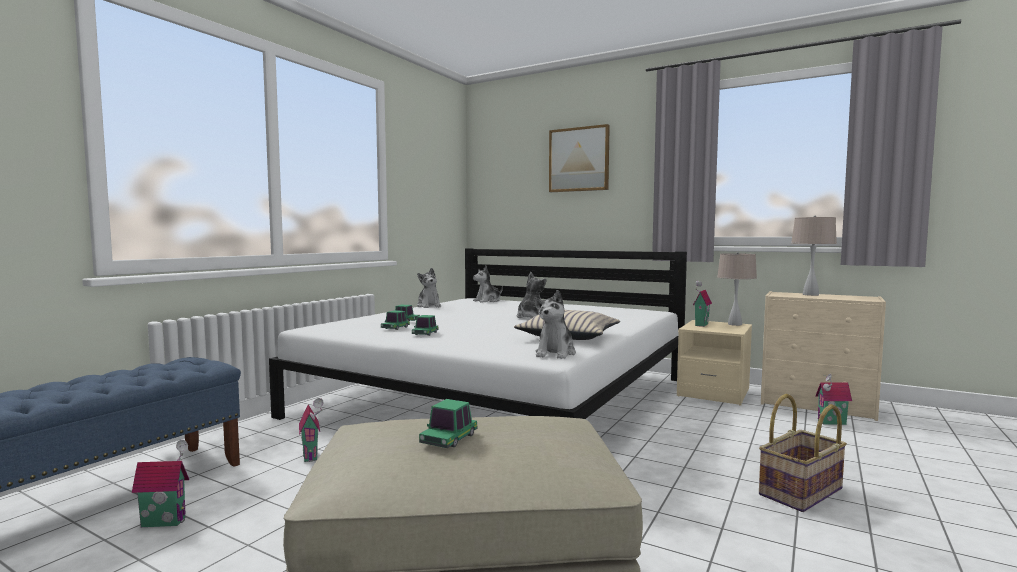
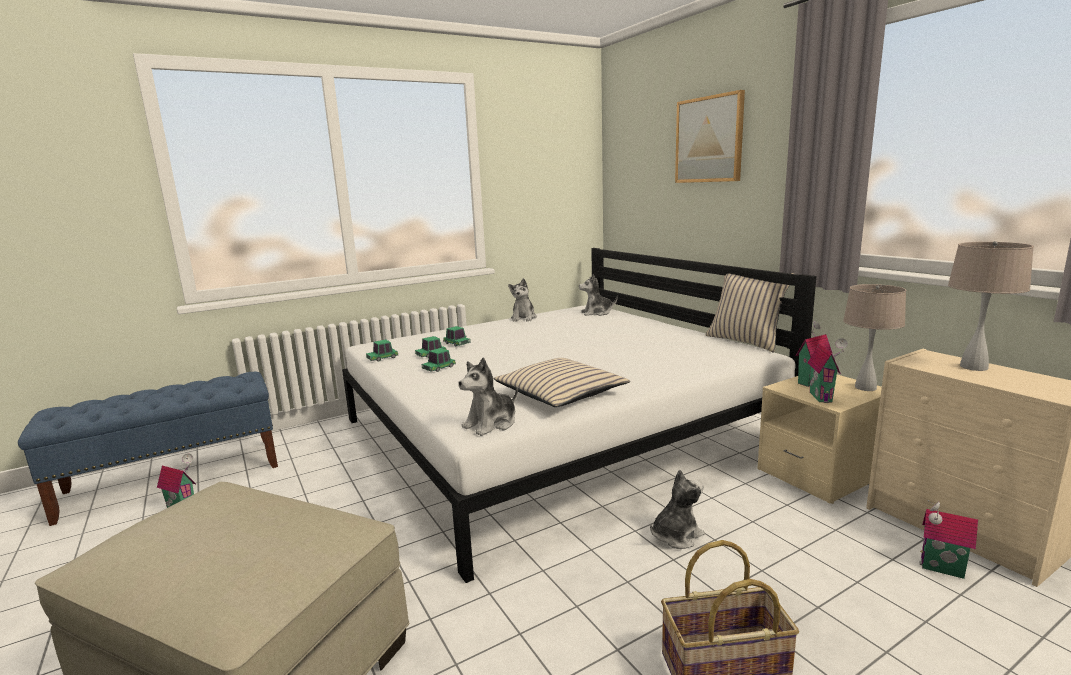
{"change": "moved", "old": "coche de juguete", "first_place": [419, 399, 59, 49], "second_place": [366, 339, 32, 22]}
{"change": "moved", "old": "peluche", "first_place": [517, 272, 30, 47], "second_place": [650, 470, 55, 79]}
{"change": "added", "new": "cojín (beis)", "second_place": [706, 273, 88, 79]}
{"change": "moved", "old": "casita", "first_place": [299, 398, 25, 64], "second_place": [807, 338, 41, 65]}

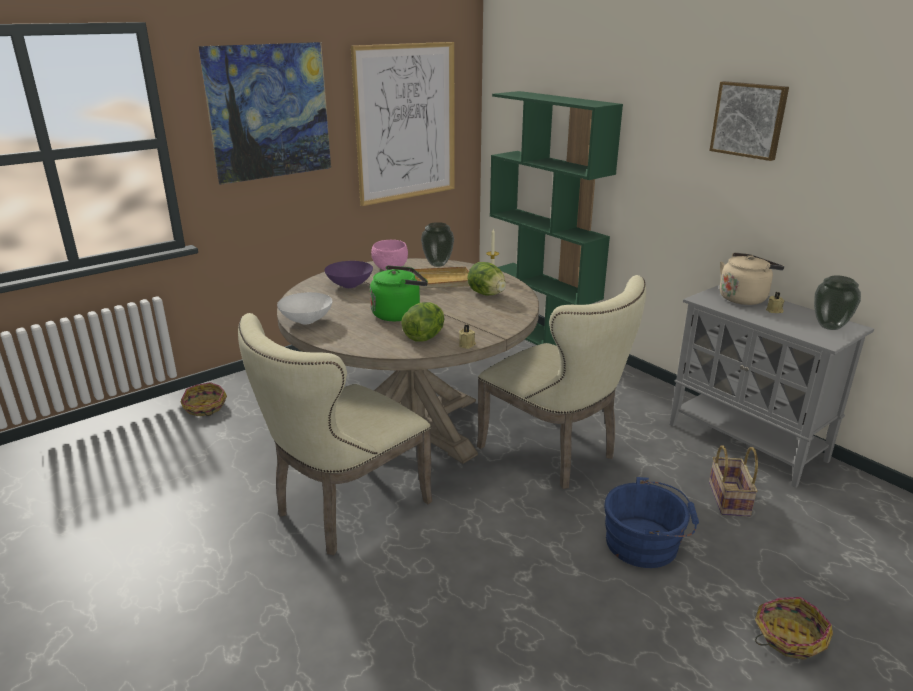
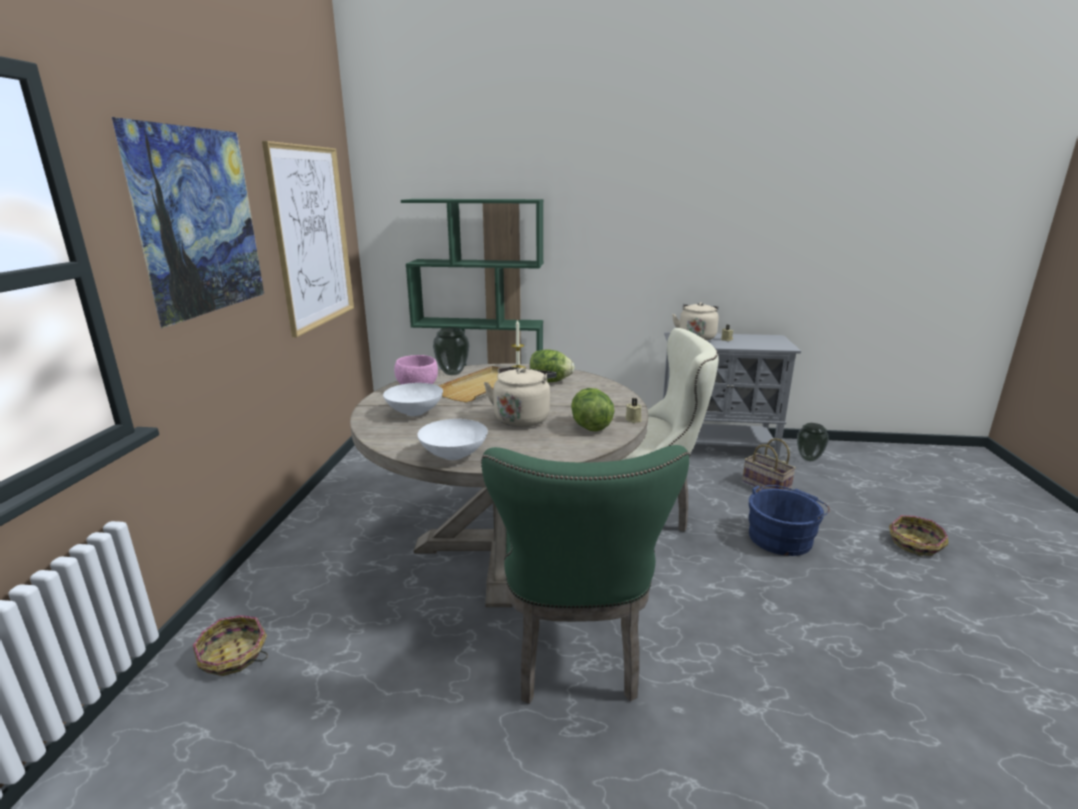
{"change": "recoloured", "old": "cuenco (morado)", "new": "cuenco (blanco)", "first_place": [324, 261, 49, 27], "second_place": [383, 383, 60, 33]}
{"change": "recoloured", "old": "silla (beis)", "new": "silla (verde)", "first_place": [238, 313, 194, 242], "second_place": [481, 445, 208, 259]}
{"change": "recoloured", "old": "hervidor (verde)", "new": "hervidor (beis)", "first_place": [370, 265, 58, 56], "second_place": [484, 367, 73, 60]}
{"change": "moved", "old": "florero", "first_place": [814, 275, 47, 55], "second_place": [797, 423, 32, 38]}
{"change": "removed", "old": "cuadro", "first_place": [709, 81, 80, 80]}

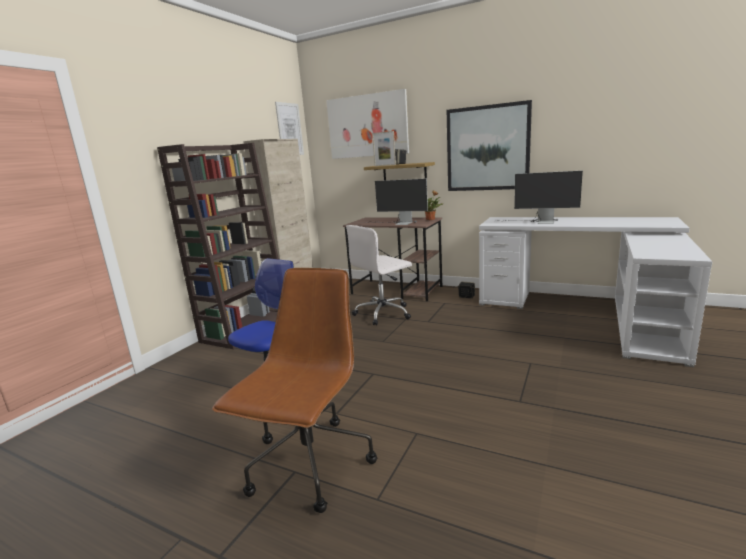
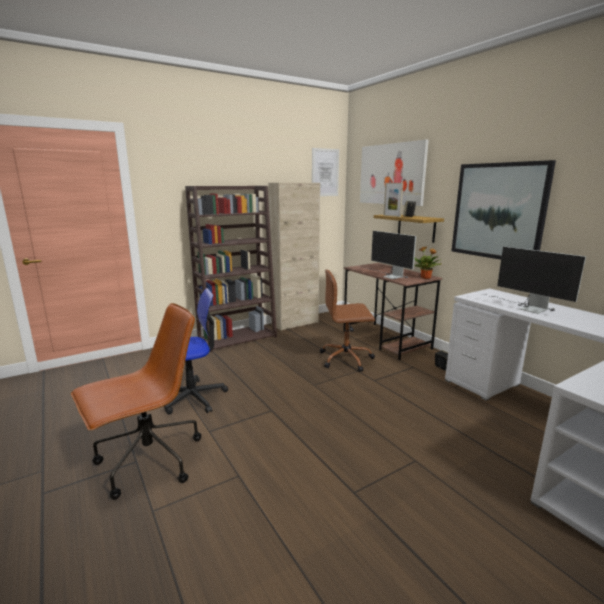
{"change": "recoloured", "old": "silla de oficina (blanco)", "new": "silla de oficina (marrón)", "first_place": [346, 225, 66, 100], "second_place": [320, 270, 55, 102]}

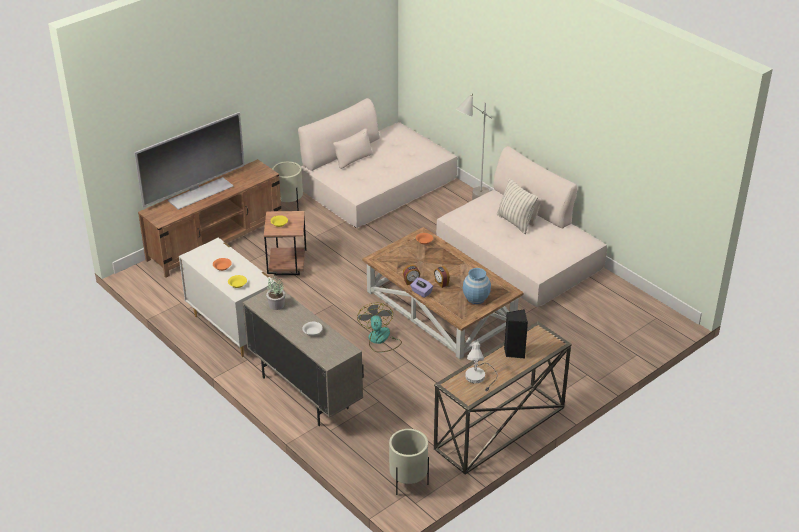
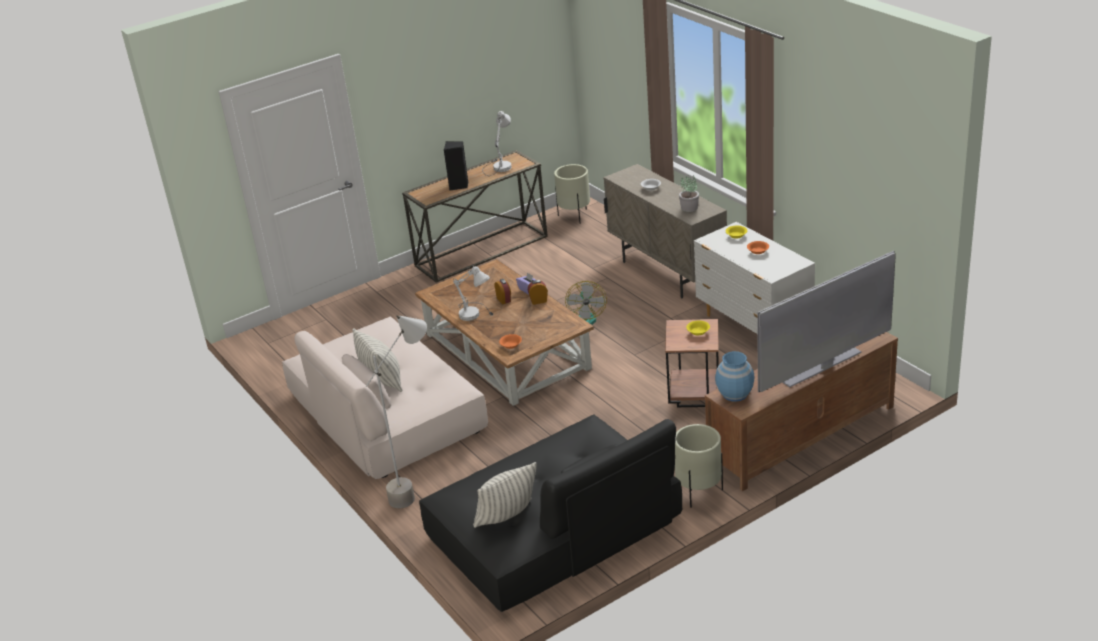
{"change": "recoloured", "old": "sofá (beis)", "new": "sofá (negro)", "first_place": [298, 98, 159, 130], "second_place": [419, 414, 263, 198]}
{"change": "added", "new": "lámpara de mesa (blanco)", "second_place": [453, 265, 41, 56]}
{"change": "added", "new": "cojín", "second_place": [473, 462, 64, 66]}
{"change": "moved", "old": "florero (azul)", "first_place": [463, 268, 28, 36], "second_place": [715, 351, 39, 51]}

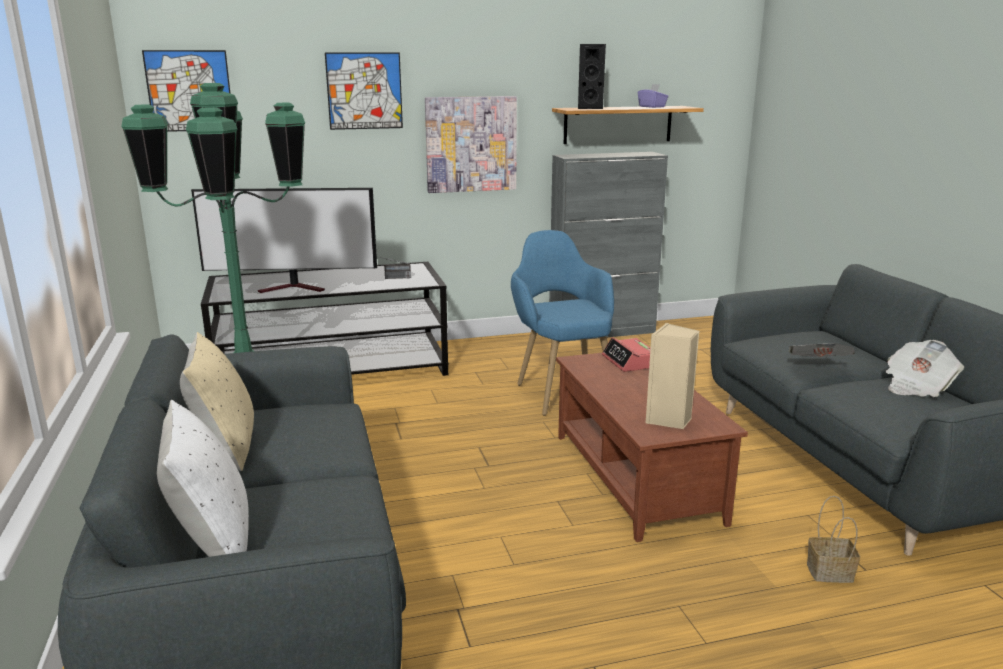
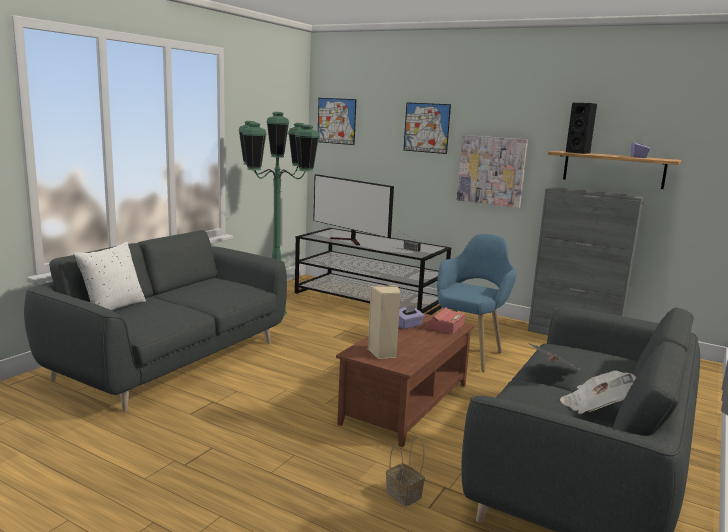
{"change": "added", "new": "caja de pañuelos (morado)", "second_place": [398, 305, 27, 24]}
{"change": "removed", "old": "cojín (beis)", "first_place": [180, 332, 74, 139]}

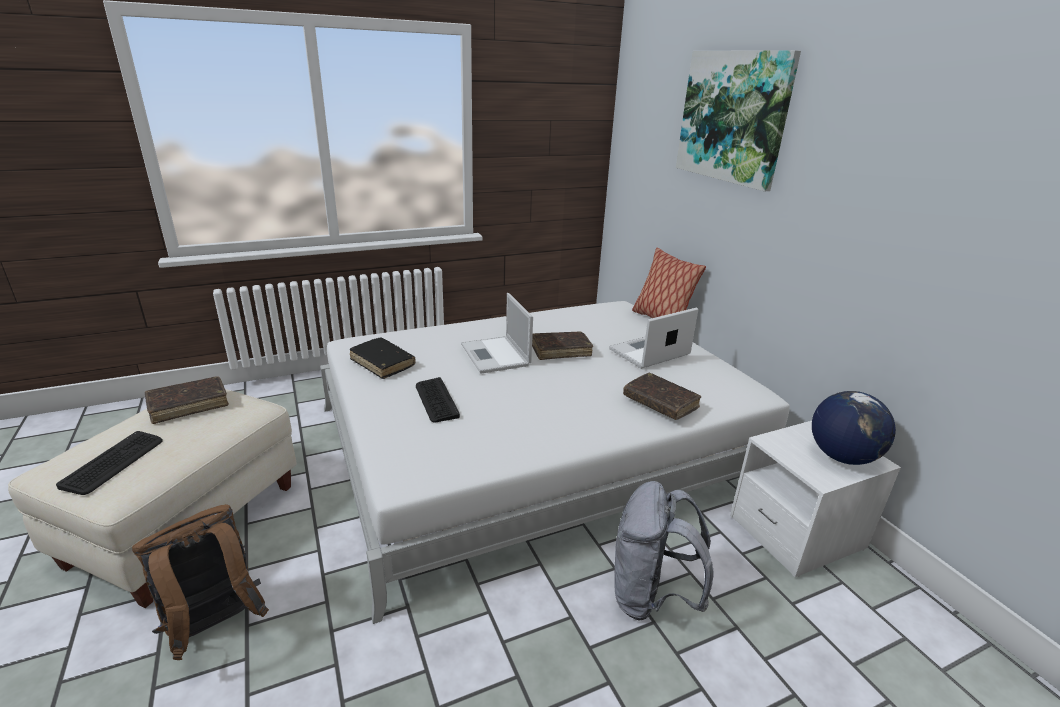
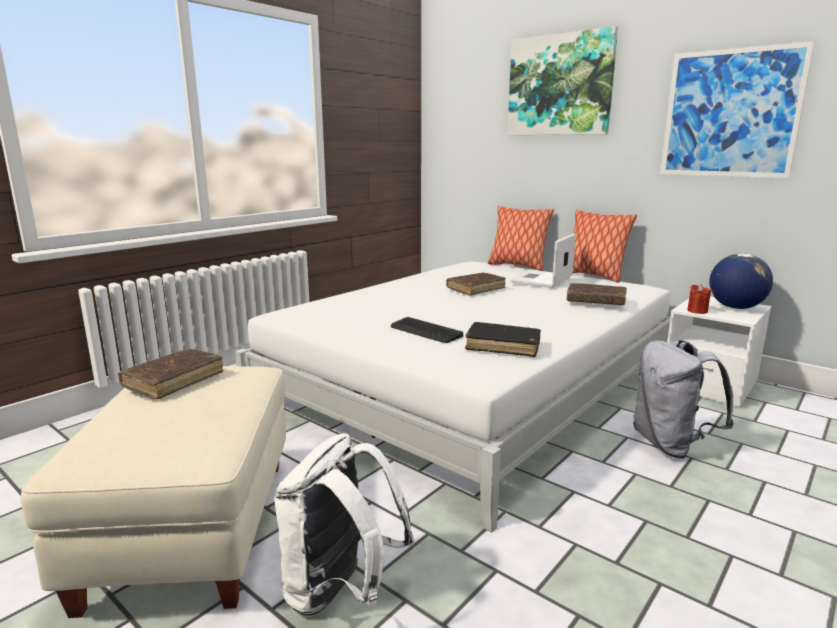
{"change": "recoloured", "old": "mochila (marrón)", "new": "mochila (blanco)", "first_place": [132, 504, 137, 156], "second_place": [274, 433, 140, 183]}
{"change": "moved", "old": "libro (negro)", "first_place": [350, 338, 66, 41], "second_place": [465, 322, 76, 35]}
{"change": "added", "new": "cojín", "second_place": [573, 210, 64, 73]}
{"change": "added", "new": "cuadro", "second_place": [661, 41, 154, 137]}
{"change": "added", "new": "vela (rojo)", "second_place": [687, 284, 24, 30]}
{"change": "removed", "old": "teclado", "first_place": [56, 431, 107, 64]}
{"change": "removed", "old": "portátil", "first_place": [461, 293, 72, 81]}

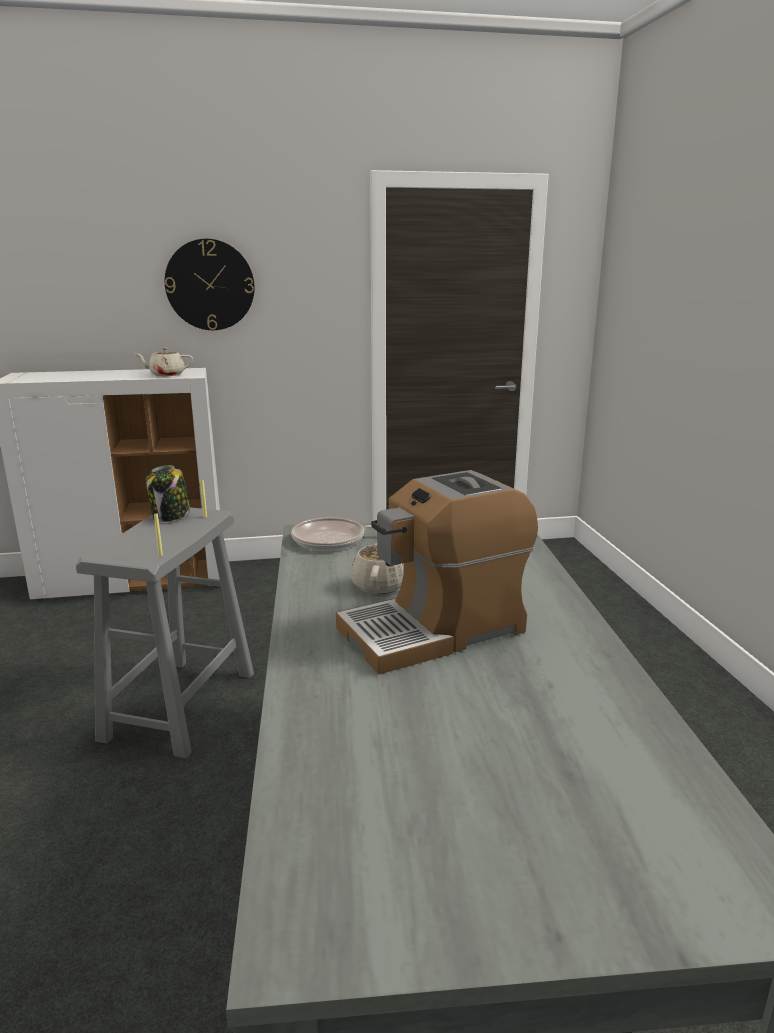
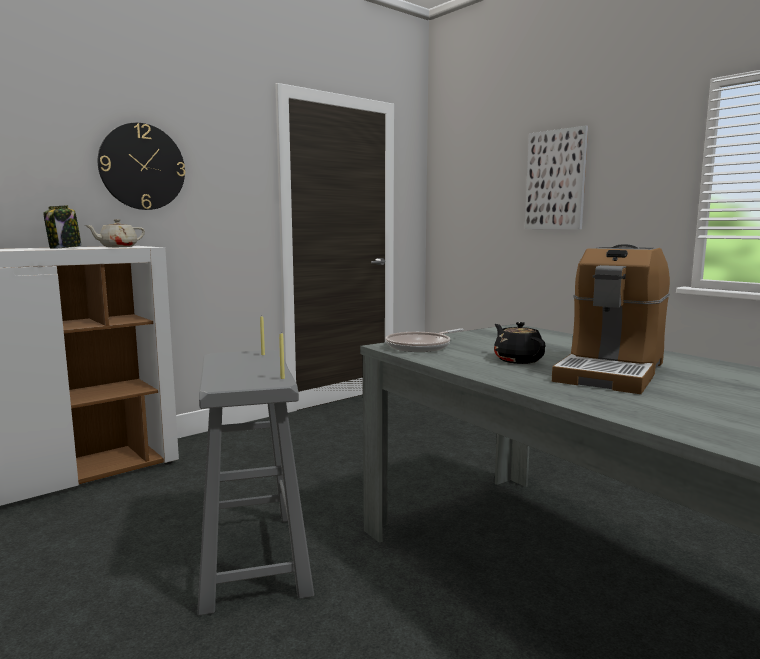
{"change": "moved", "old": "tarro", "first_place": [146, 465, 44, 57], "second_place": [44, 205, 37, 44]}
{"change": "recoloured", "old": "tetera (beis)", "new": "tetera (negro)", "first_place": [350, 543, 54, 51], "second_place": [494, 322, 51, 42]}
{"change": "added", "new": "cuadro", "second_place": [525, 125, 63, 104]}

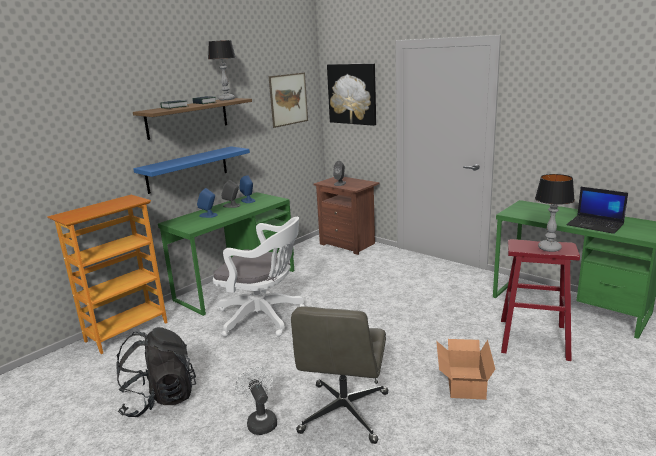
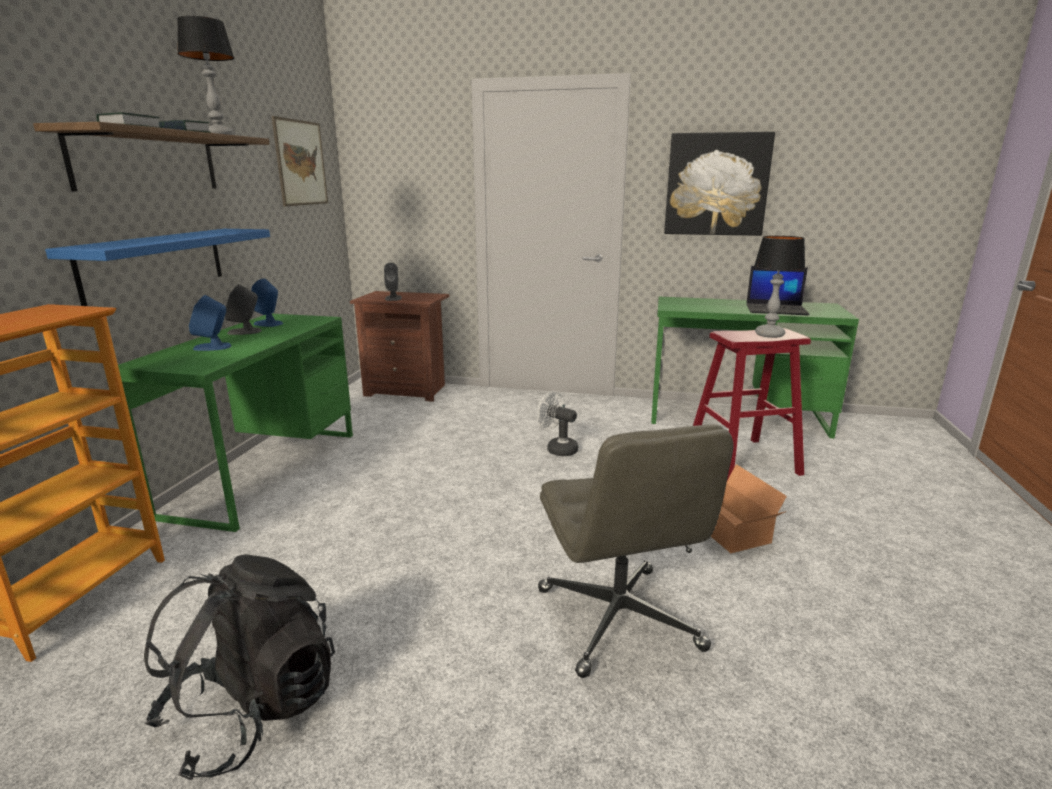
{"change": "moved", "old": "ventilador (blanco)", "first_place": [235, 367, 42, 68], "second_place": [537, 391, 41, 65]}
{"change": "moved", "old": "cuadro", "first_place": [327, 63, 49, 63], "second_place": [664, 132, 111, 104]}
{"change": "removed", "old": "silla de oficina (blanco)", "first_place": [213, 217, 91, 120]}

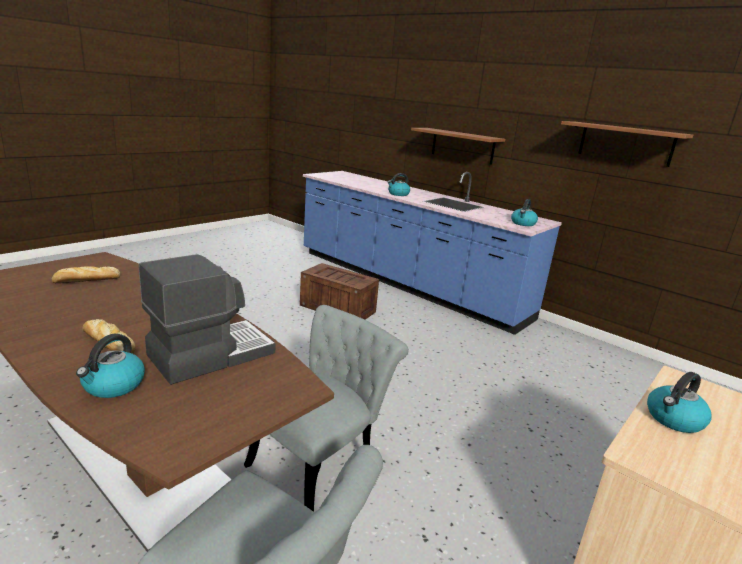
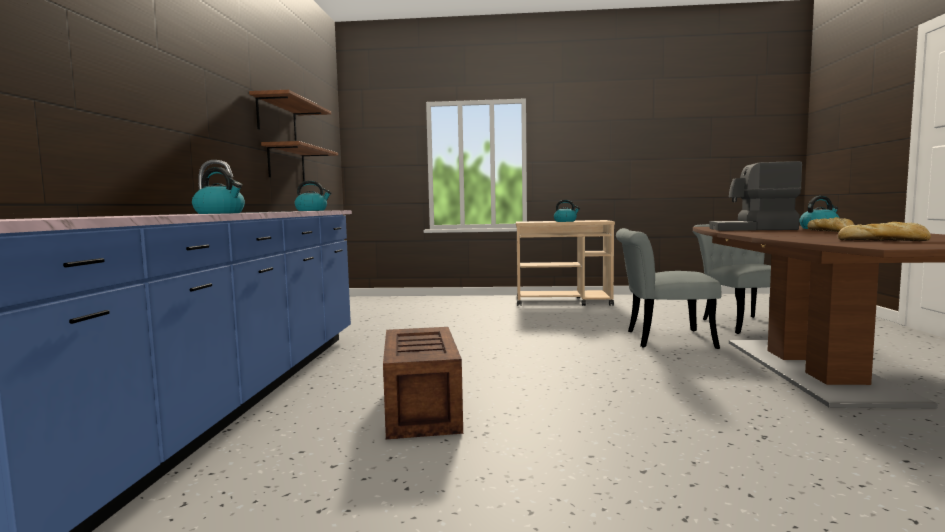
{"change": "moved", "old": "estante", "first_place": [411, 128, 94, 37], "second_place": [261, 141, 77, 40]}

